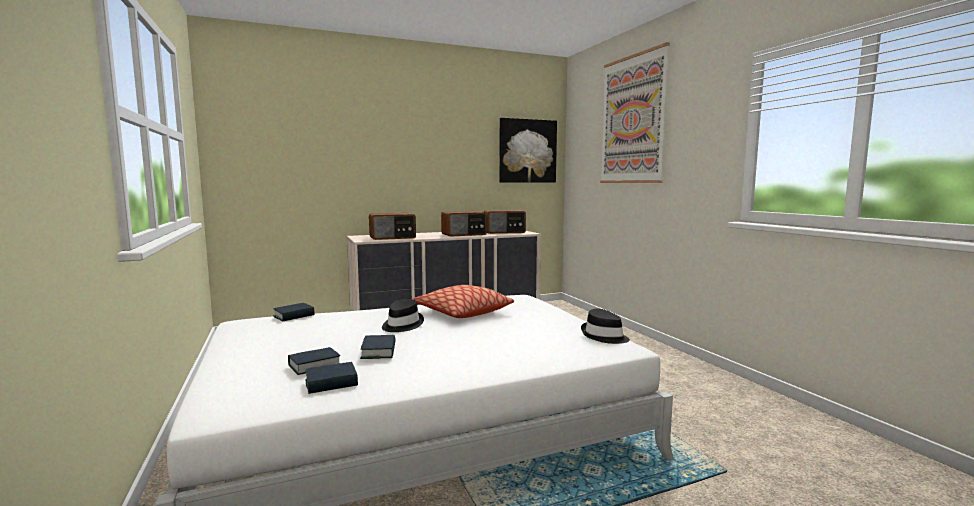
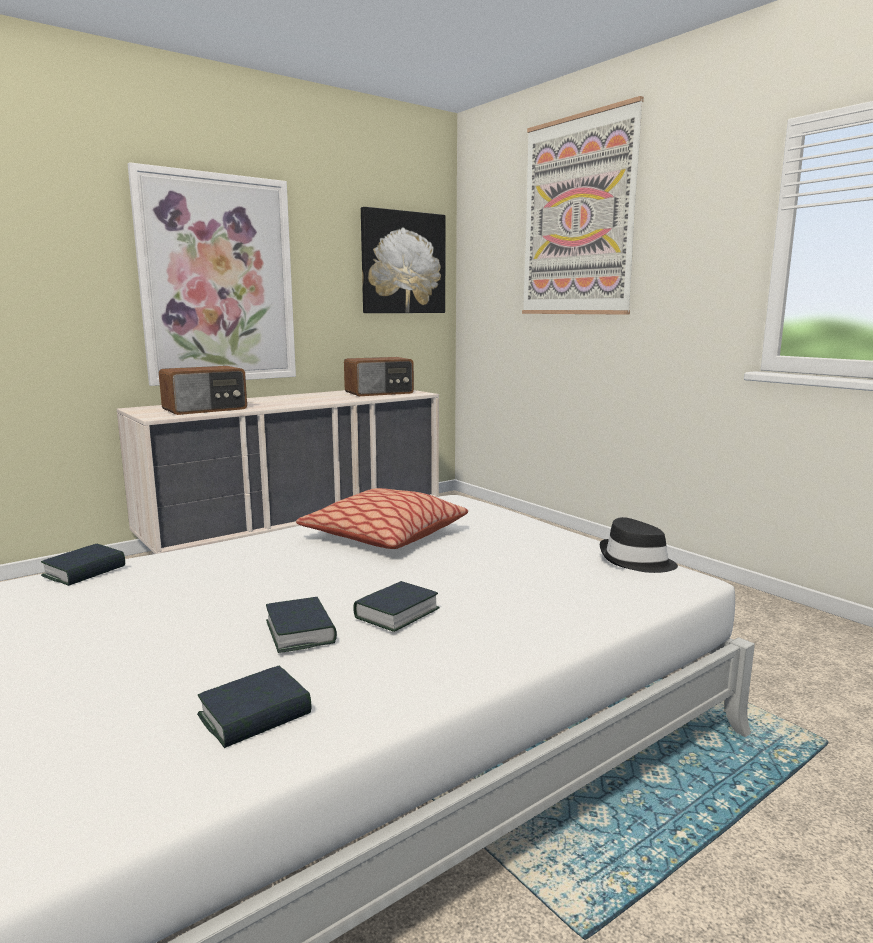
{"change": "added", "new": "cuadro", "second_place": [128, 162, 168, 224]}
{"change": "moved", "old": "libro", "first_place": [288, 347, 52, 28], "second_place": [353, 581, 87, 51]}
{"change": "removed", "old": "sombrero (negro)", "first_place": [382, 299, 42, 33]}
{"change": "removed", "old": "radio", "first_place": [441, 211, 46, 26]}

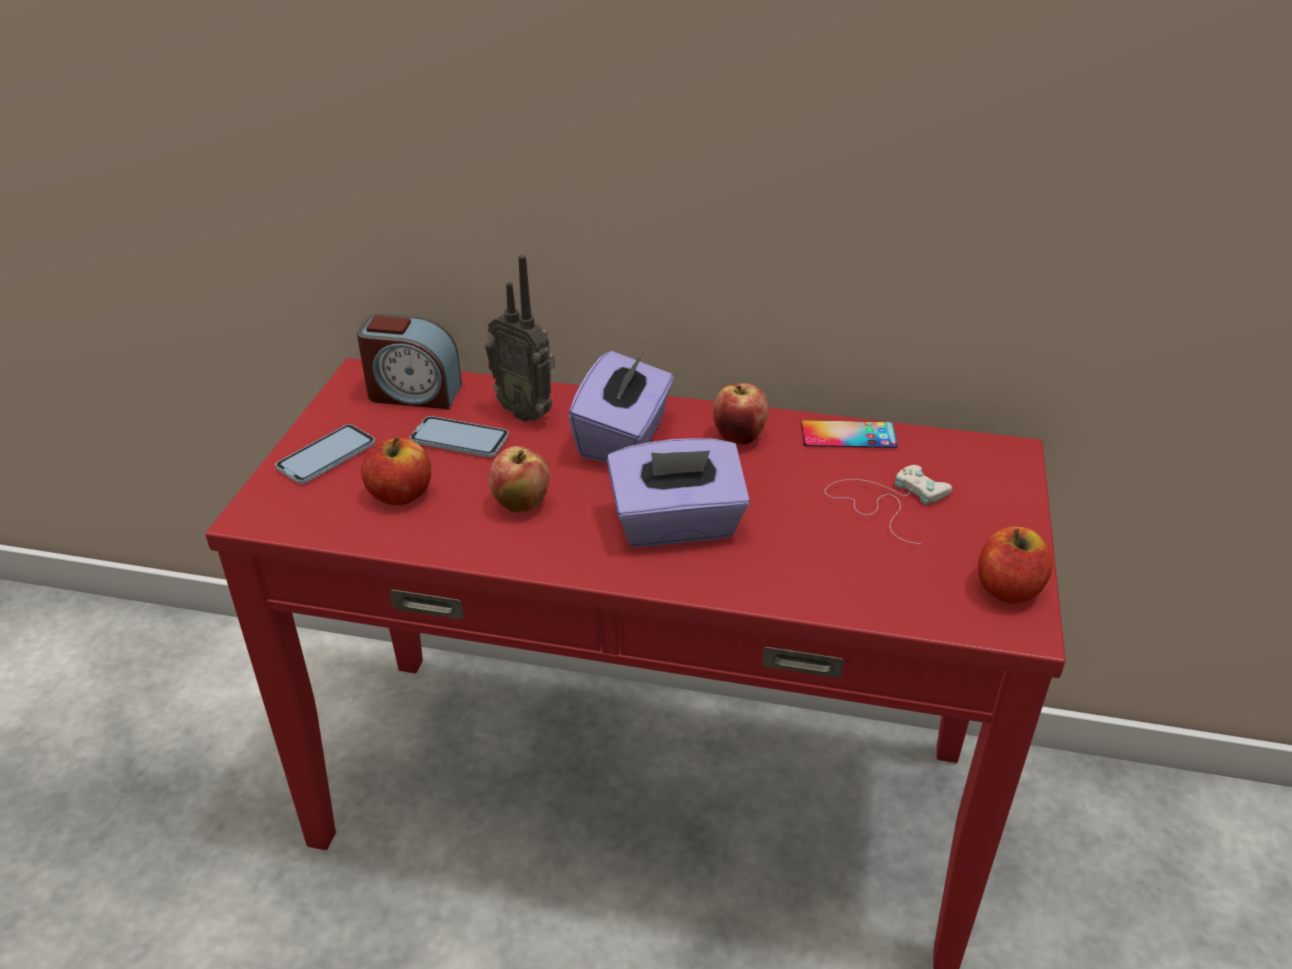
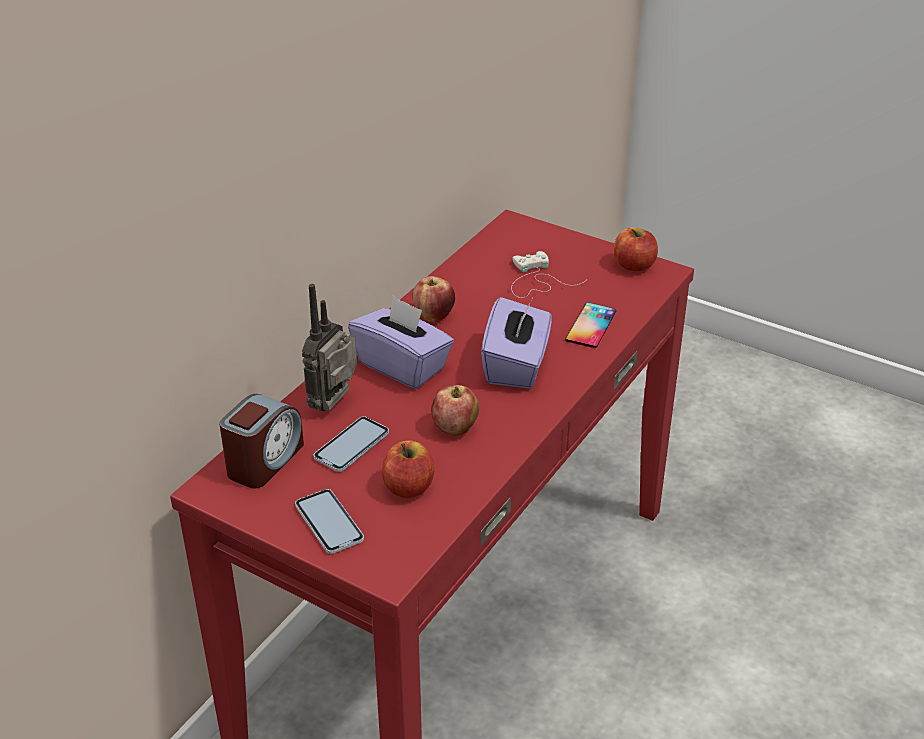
{"change": "turned", "old": "radio", "first_place": [485, 255, 70, 167], "second_place": [302, 284, 55, 127], "degrees": 150}
{"change": "moved", "old": "móvil", "first_place": [801, 420, 96, 28], "second_place": [565, 302, 51, 46]}

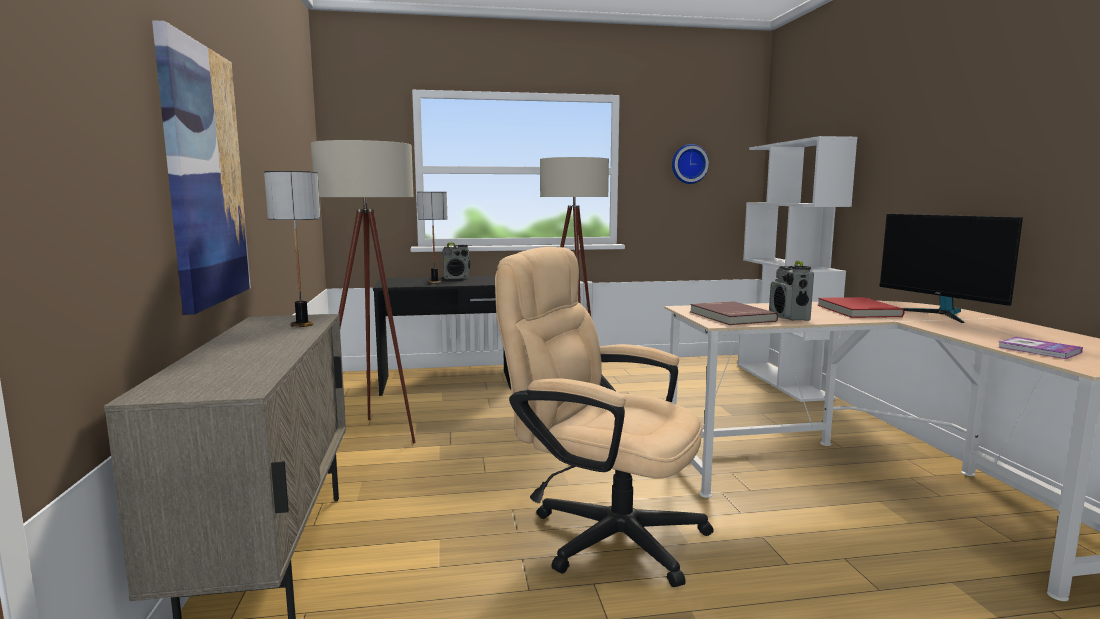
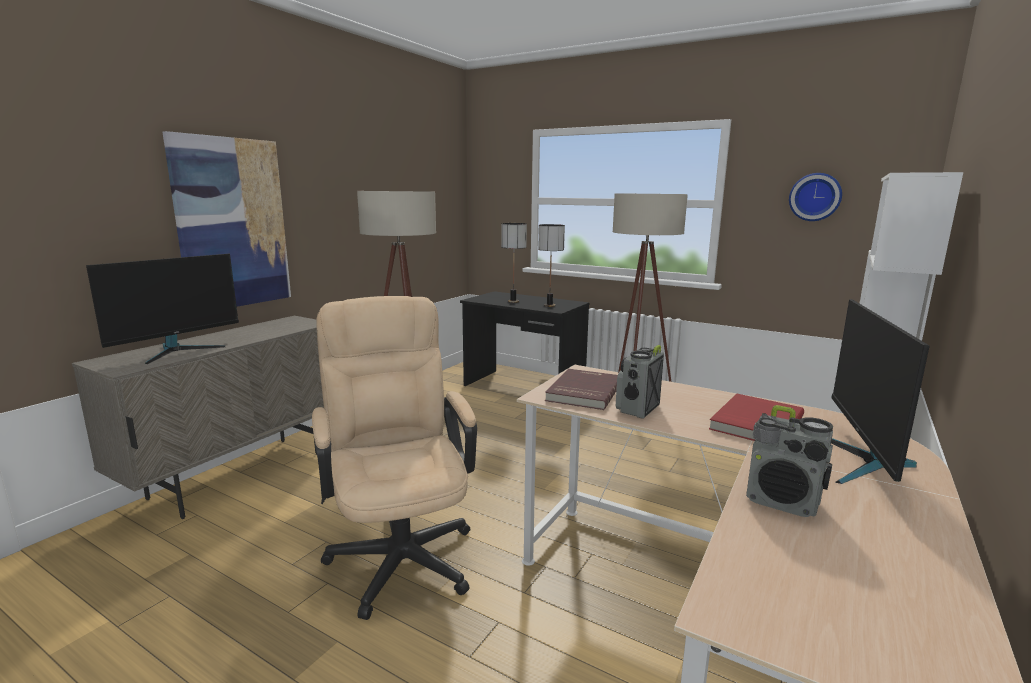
{"change": "added", "new": "monitor", "second_place": [86, 254, 153, 110]}
{"change": "moved", "old": "lámpara de mesa", "first_place": [264, 171, 57, 156], "second_place": [538, 224, 27, 83]}
{"change": "moved", "old": "radio", "first_place": [442, 243, 28, 36], "second_place": [746, 405, 88, 112]}
{"change": "removed", "old": "libro", "first_place": [998, 337, 85, 22]}

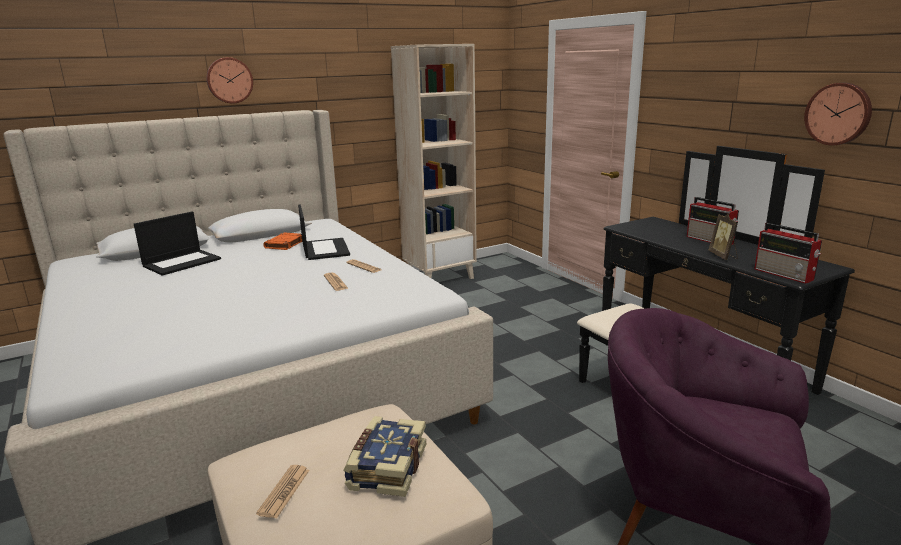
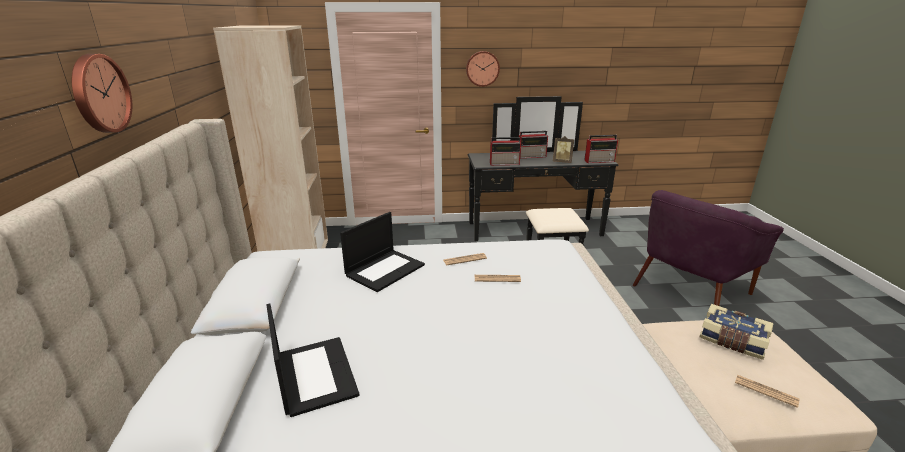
{"change": "turned", "old": "portátil", "first_place": [298, 204, 52, 56], "second_place": [340, 212, 85, 80], "degrees": 120}
{"change": "moved", "old": "reloj de pared", "first_place": [804, 83, 68, 62], "second_place": [466, 51, 34, 36]}
{"change": "added", "new": "radio", "second_place": [490, 137, 32, 28]}
{"change": "removed", "old": "libro (naranja)", "first_place": [263, 232, 39, 18]}

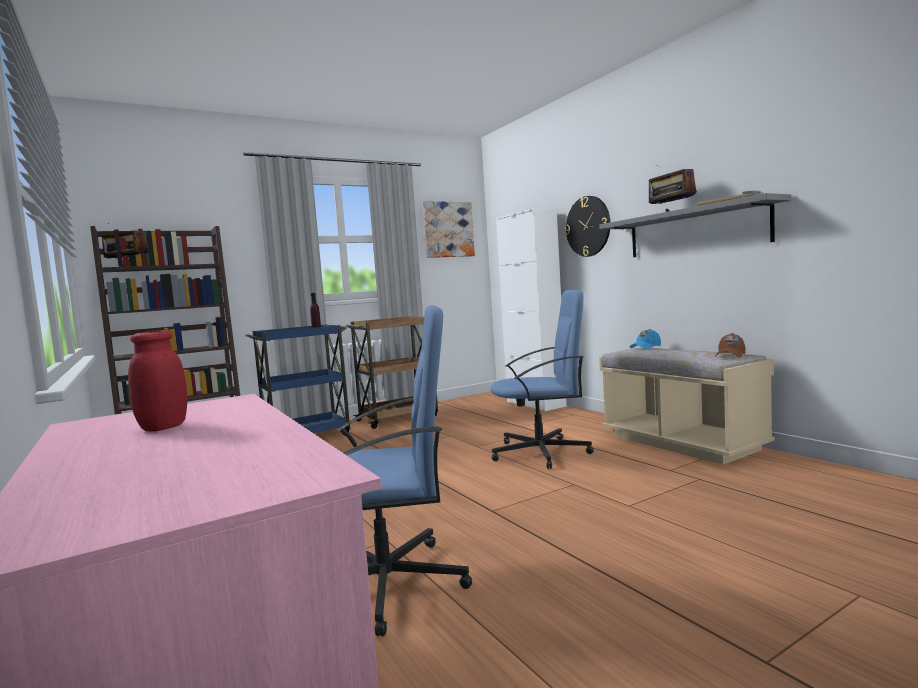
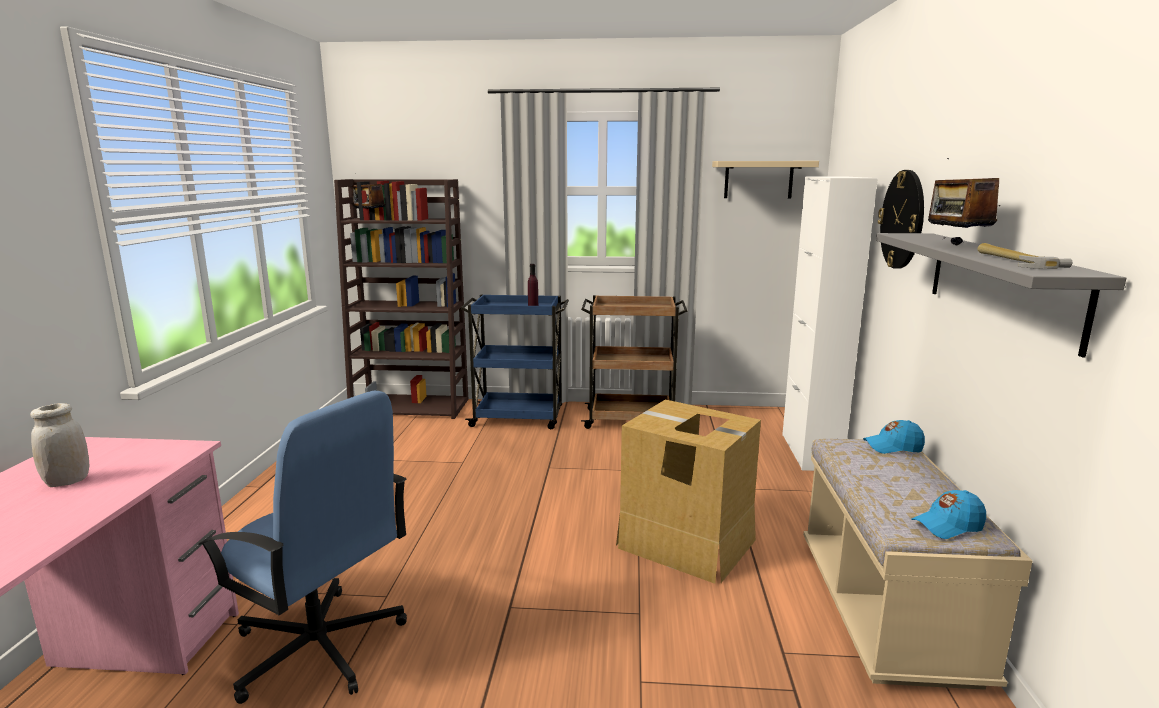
{"change": "recoloured", "old": "tarro (rojo)", "new": "tarro (blanco)", "first_place": [128, 330, 59, 102], "second_place": [30, 403, 59, 84]}
{"change": "replaced", "old": "silla de oficina (azul)", "new": "caja de cartón", "first_place": [490, 290, 104, 179], "second_place": [616, 399, 145, 185]}
{"change": "replaced", "old": "cuadro", "new": "estante (beis)", "first_place": [423, 201, 52, 57], "second_place": [712, 161, 107, 38]}
{"change": "recoloured", "old": "gorra (marrón)", "new": "gorra (azul)", "first_place": [715, 333, 31, 24], "second_place": [911, 490, 75, 49]}

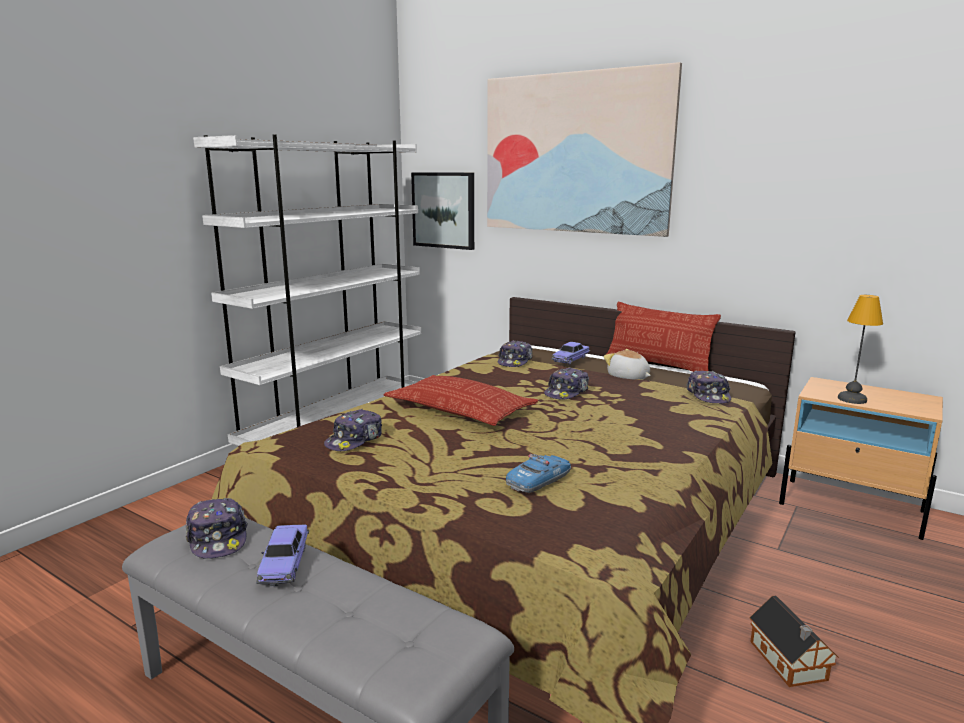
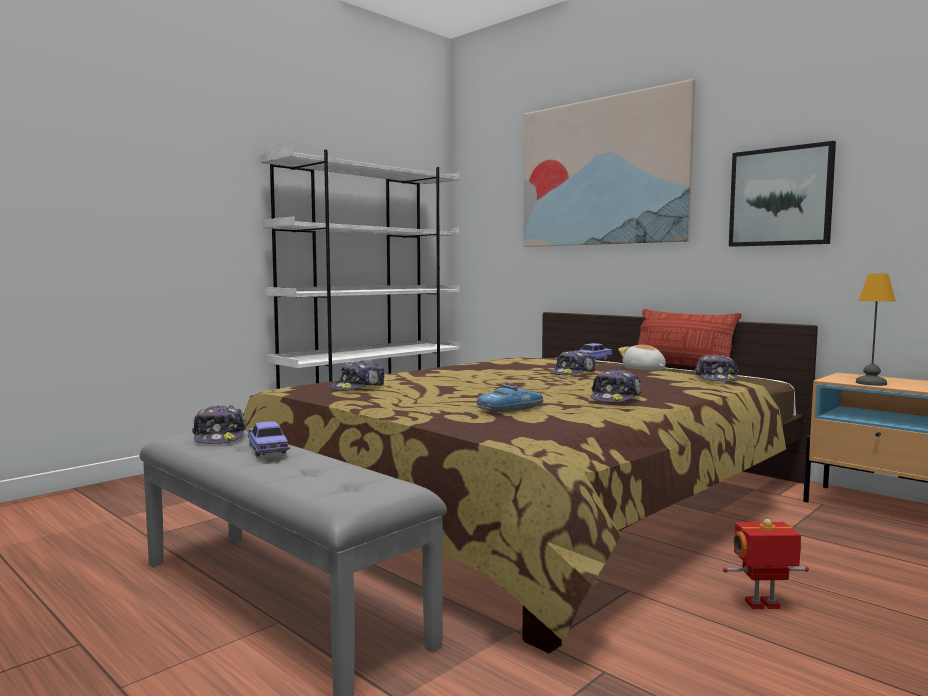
{"change": "turned", "old": "coche de juguete", "first_place": [256, 525, 53, 61], "second_place": [247, 421, 43, 36], "degrees": 150}
{"change": "moved", "old": "gorra", "first_place": [498, 340, 35, 27], "second_place": [590, 369, 51, 33]}
{"change": "replaced", "old": "casita", "new": "robot de juguete", "first_place": [750, 595, 89, 92], "second_place": [723, 519, 86, 90]}
{"change": "moved", "old": "cuadro", "first_place": [411, 172, 63, 78], "second_place": [729, 141, 107, 106]}
{"change": "removed", "old": "cojín", "first_place": [384, 375, 154, 51]}

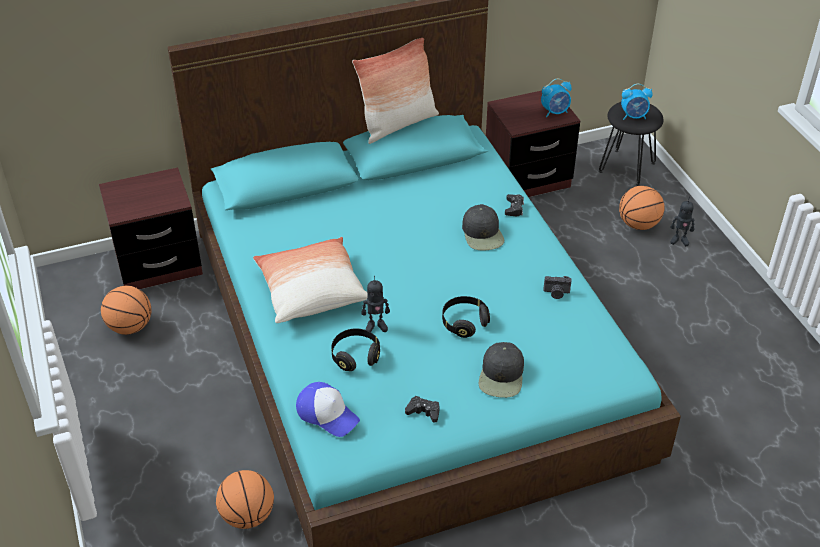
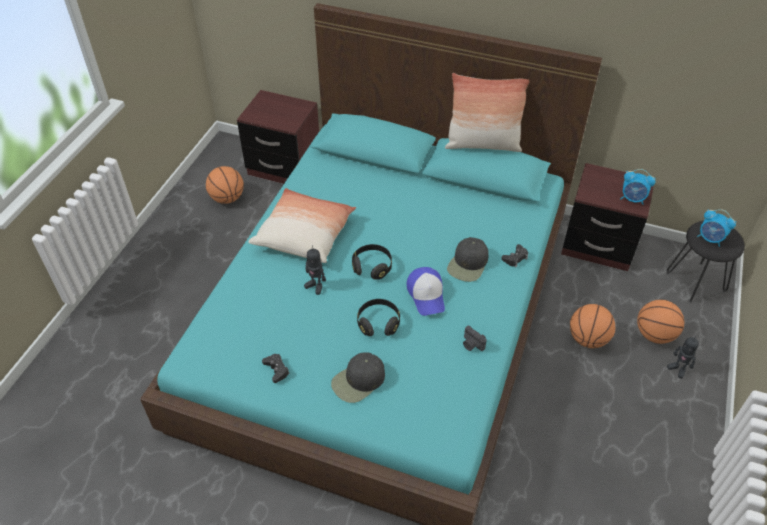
{"change": "moved", "old": "auriculares (negro)", "first_place": [331, 328, 49, 43], "second_place": [352, 244, 40, 36]}
{"change": "moved", "old": "gorra", "first_place": [296, 382, 64, 55], "second_place": [407, 267, 38, 49]}
{"change": "moved", "old": "balón de baloncesto", "first_place": [216, 470, 58, 59], "second_place": [570, 304, 45, 44]}

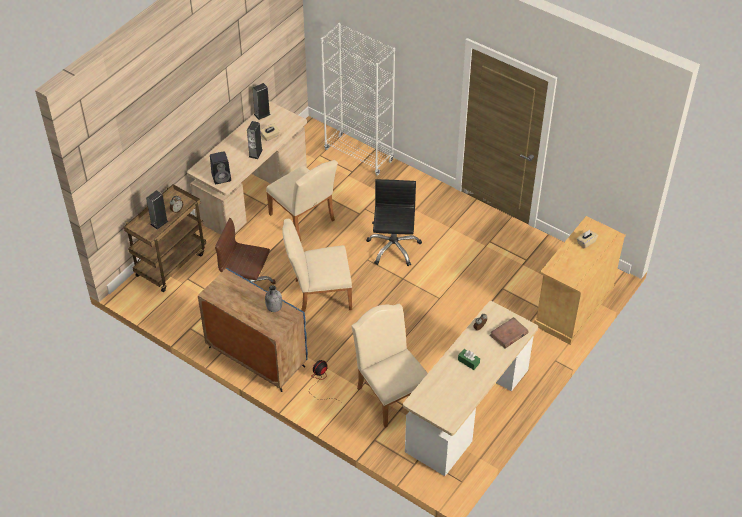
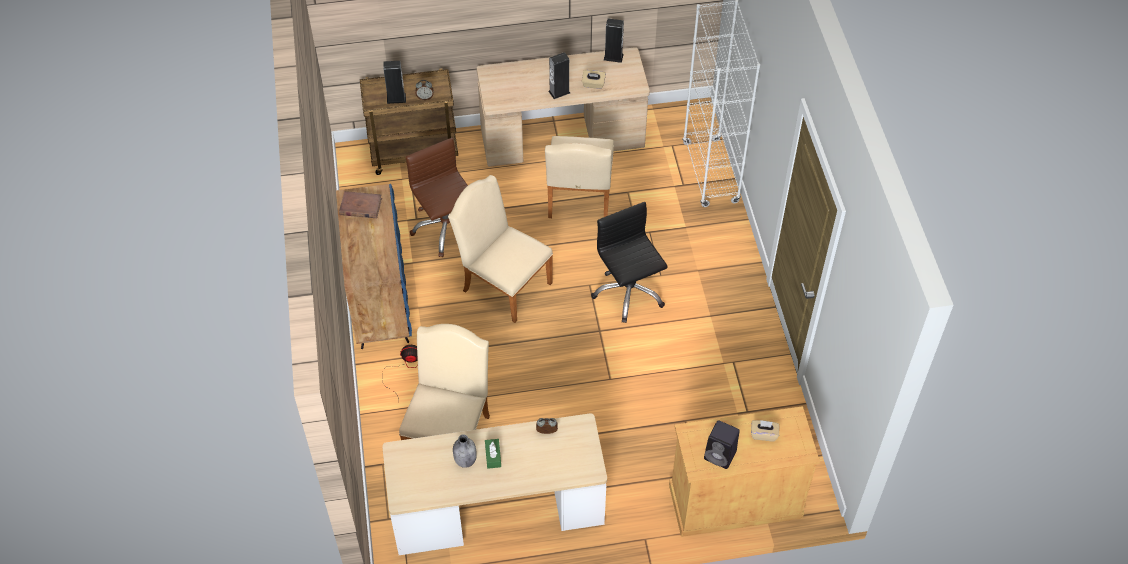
{"change": "moved", "old": "libro (marrón)", "first_place": [490, 317, 39, 31], "second_place": [339, 191, 43, 27]}
{"change": "moved", "old": "botella (gris)", "first_place": [265, 285, 17, 27], "second_place": [453, 434, 24, 34]}
{"change": "turned", "old": "silla de oficina (negro)", "first_place": [366, 179, 56, 87], "second_place": [591, 202, 77, 121], "degrees": -75}
{"change": "moved", "old": "altavoz (negro)", "first_place": [210, 151, 21, 33], "second_place": [704, 420, 36, 49]}

